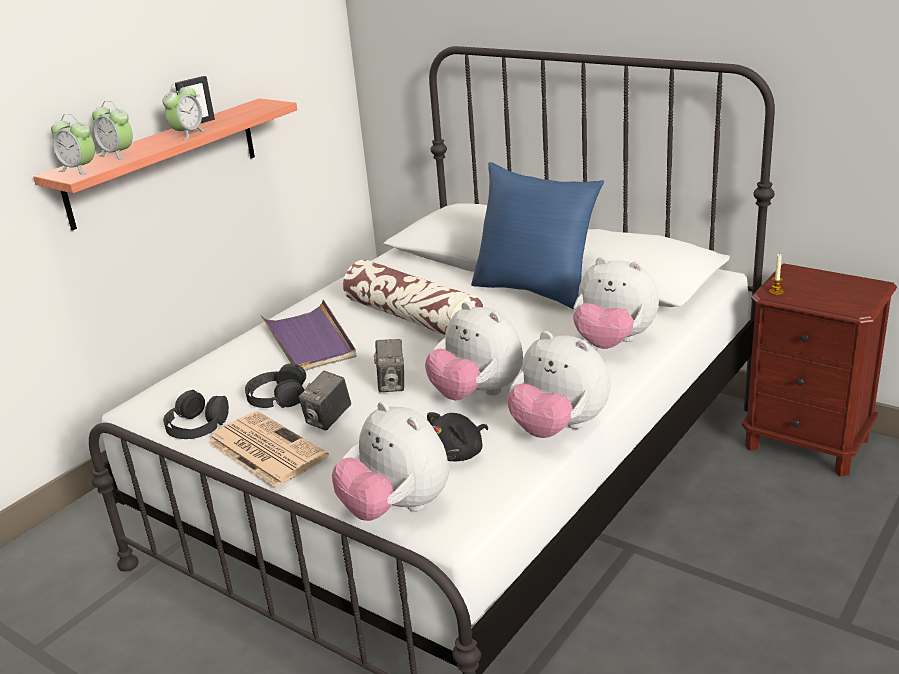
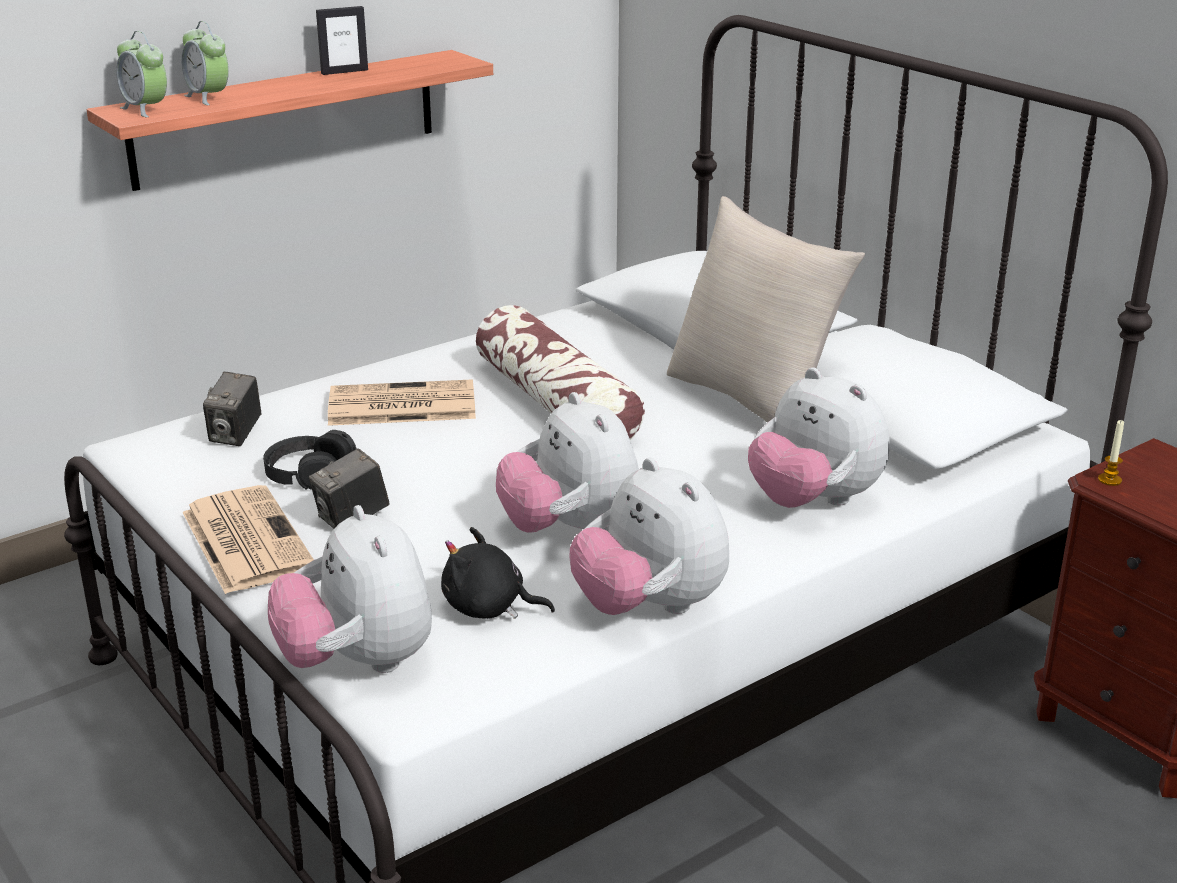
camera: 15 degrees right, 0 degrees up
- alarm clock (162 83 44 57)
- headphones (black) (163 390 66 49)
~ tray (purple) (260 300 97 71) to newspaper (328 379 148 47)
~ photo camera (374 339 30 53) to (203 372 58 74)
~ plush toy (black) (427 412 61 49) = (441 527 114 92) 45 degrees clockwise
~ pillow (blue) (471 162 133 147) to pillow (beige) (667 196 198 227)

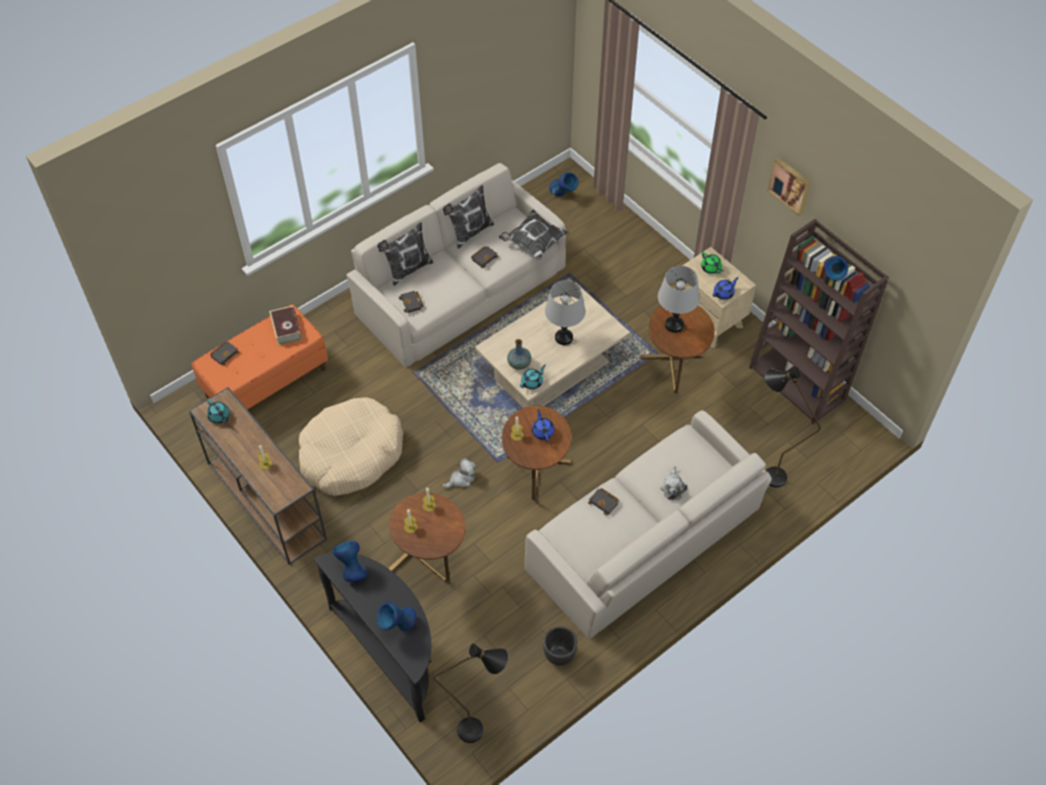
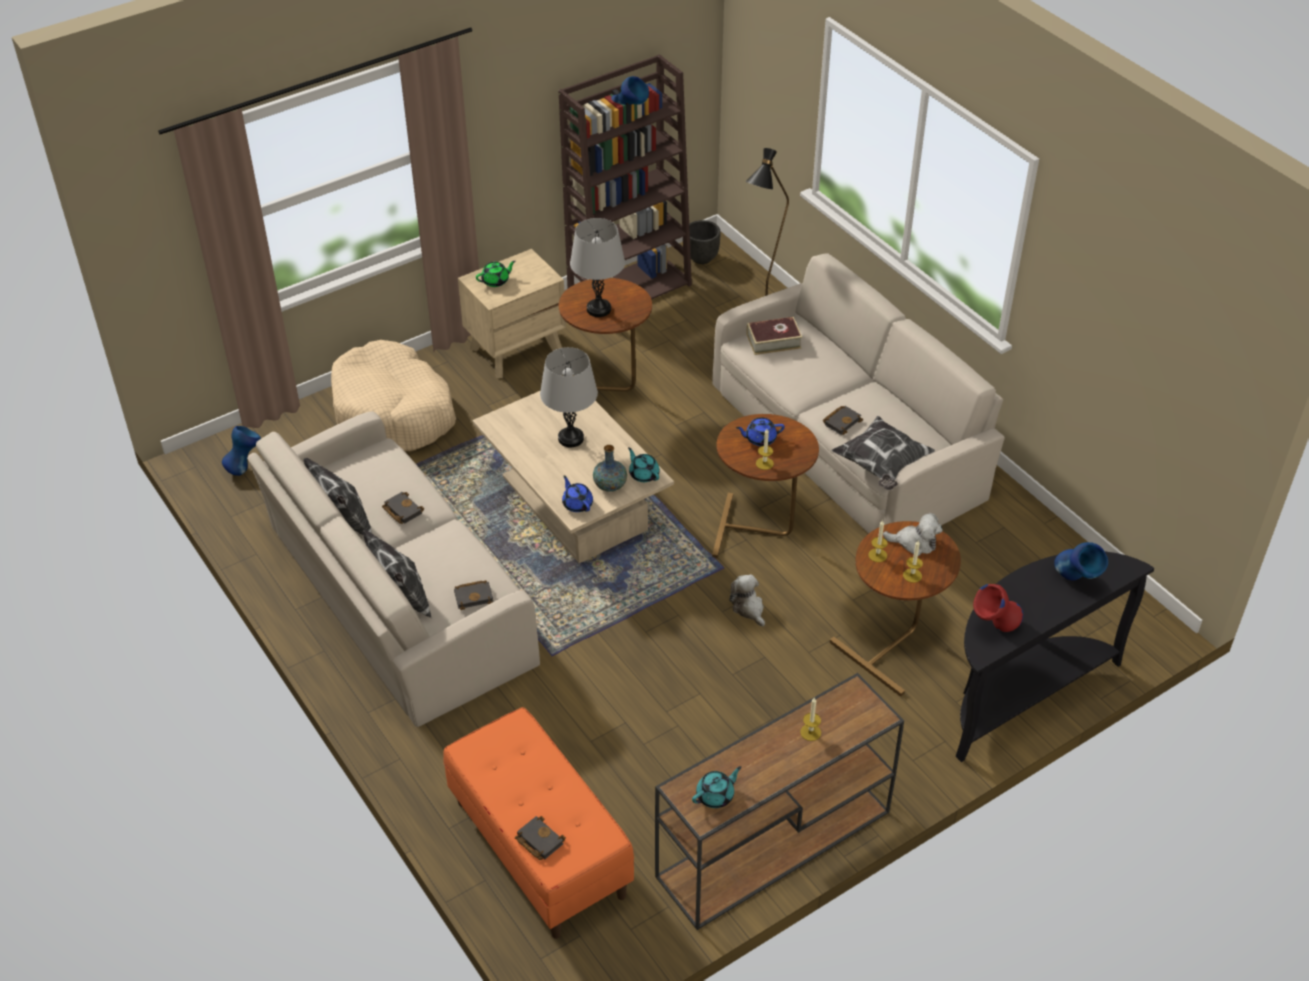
camera: 85 degrees left, 10 degrees down
~ book (269 306 33 39) to (747 317 55 38)
~ dog bed (beige) (299 397 104 99) to (331 340 125 111)
~ vase (blue) (332 541 35 41) to vase (red) (973 584 50 48)
- floor lamp (black) (434 644 74 99)
~ pillow (499 209 71 51) to (831 416 104 74)
~ planter (black) (543 626 34 40) to (689 220 32 44)
~ plush toy (660 466 27 34) to (883 513 60 43)
~ teapot (blue) (713 277 26 23) to (562 475 31 37)
- picture (767 157 44 59)

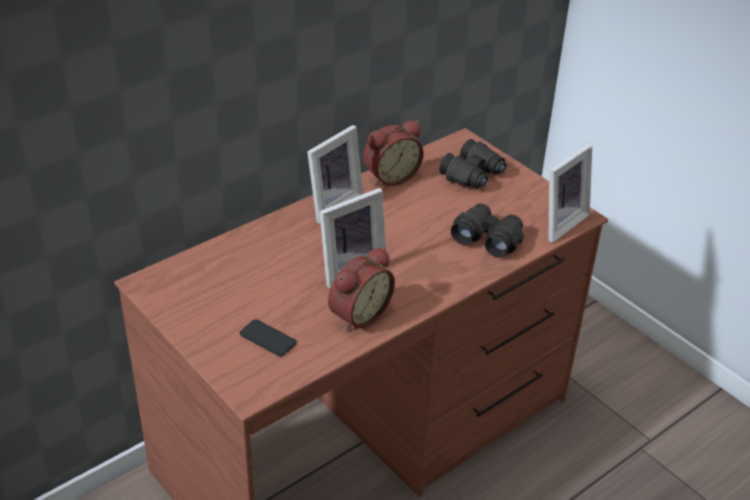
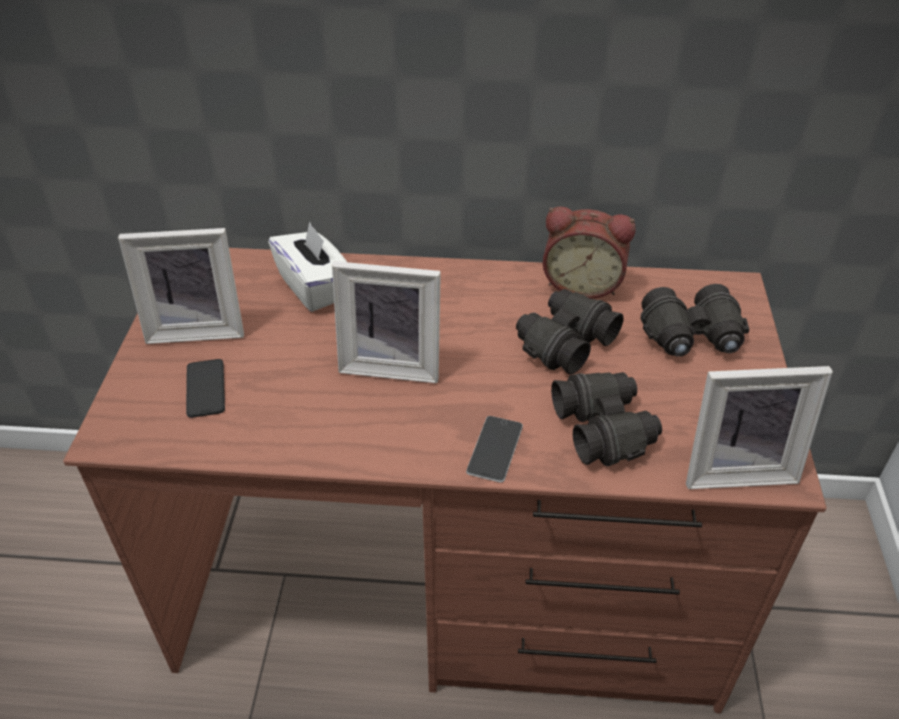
camera: 45 degrees right, 5 degrees up
~ picture frame (307 125 56 99) to (118 228 126 116)
- alarm clock (328 247 67 85)
+ tissue box (white) (268 221 79 91)
+ phone (466 416 57 67)
+ binoculars (black) (516 289 108 85)

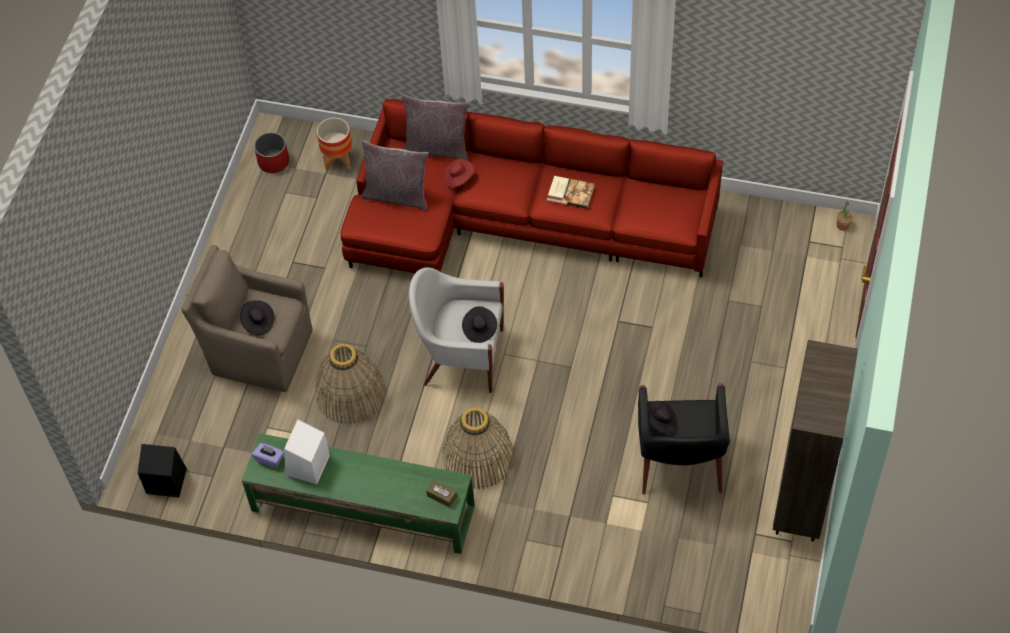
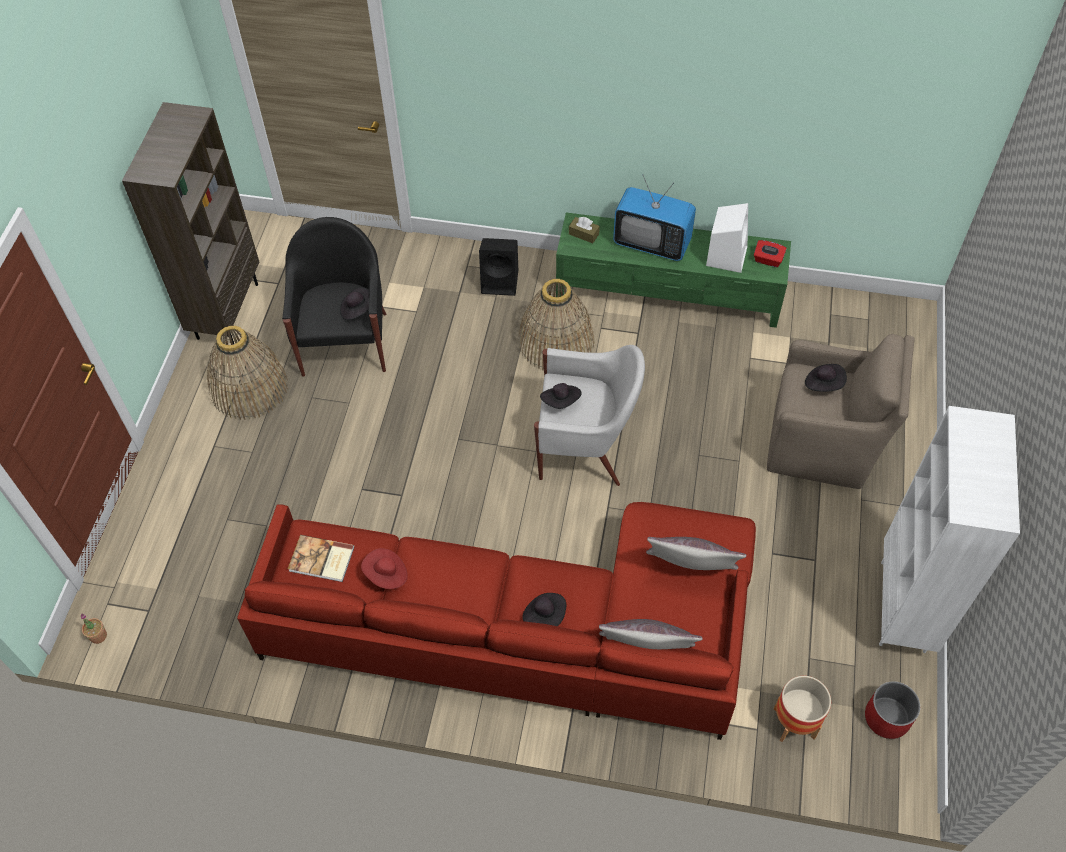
camera: 175 degrees right, 0 degrees up
~ speaker (black) (138 444 49 53) to (479 238 39 58)
~ tissue box (purple) (252 443 32 25) to tissue box (red) (754 240 32 27)
~ basket (316 343 70 81) to (207 326 81 94)
~ hat (red) (443 159 31 29) to (361 548 47 41)
~ book (547 176 48 33) to (288 535 66 47)
+ hat (black) (522 593 44 33)
+ television (613 174 83 87)
+ bookcase (white) (879 406 141 247)

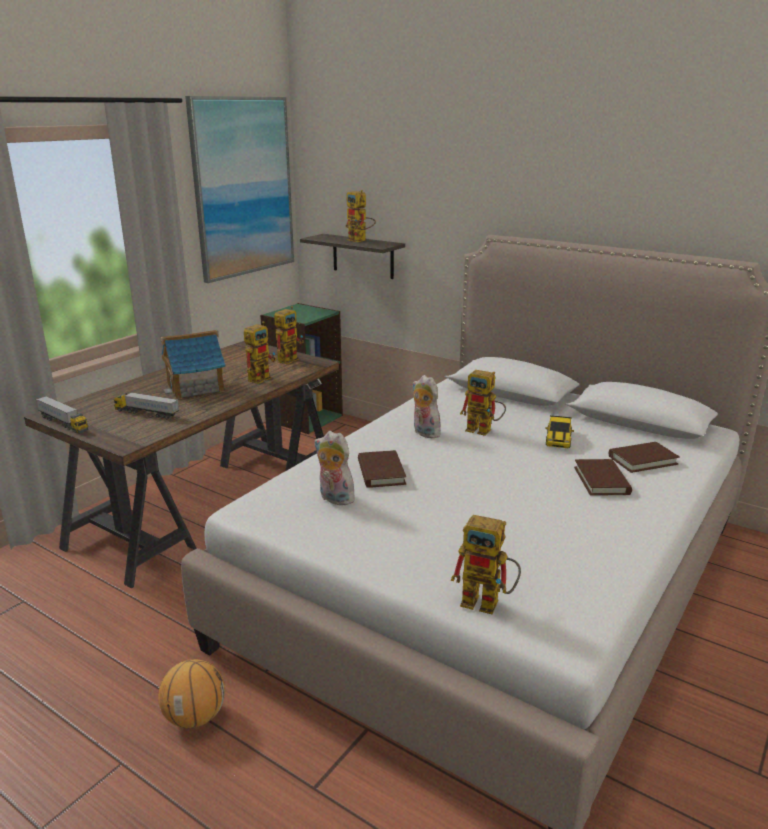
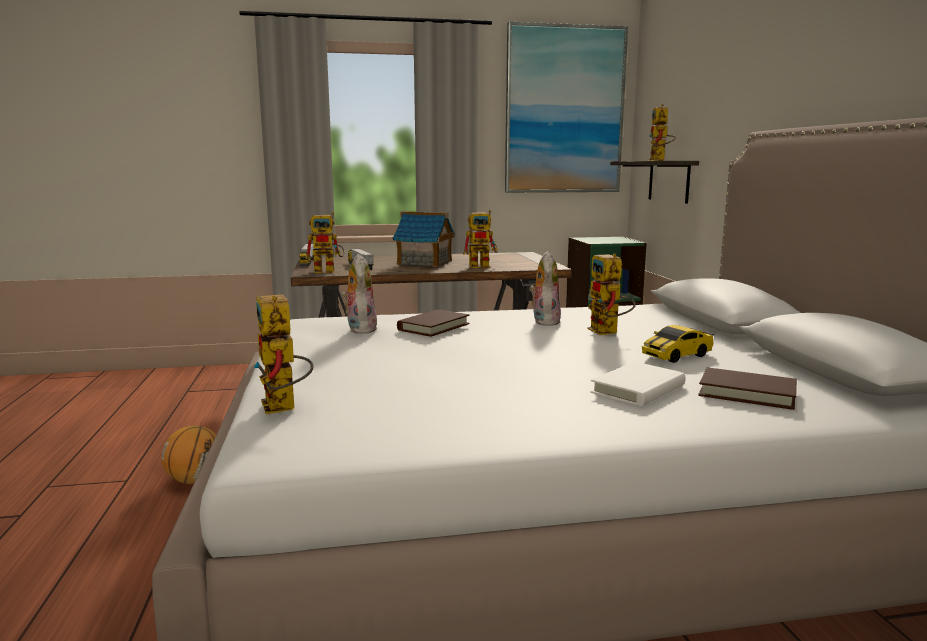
camera: 45 degrees right, 10 degrees down
~ toy robot (274 306 30 58) to (305 212 40 61)
~ book (brown) (574 459 58 37) to book (white) (590 362 96 44)

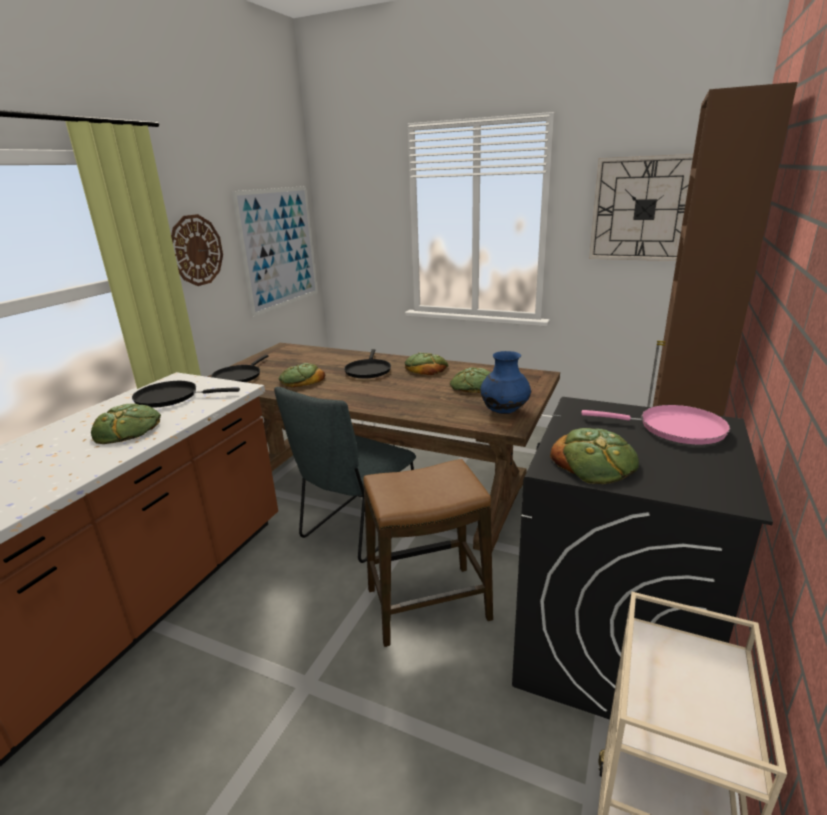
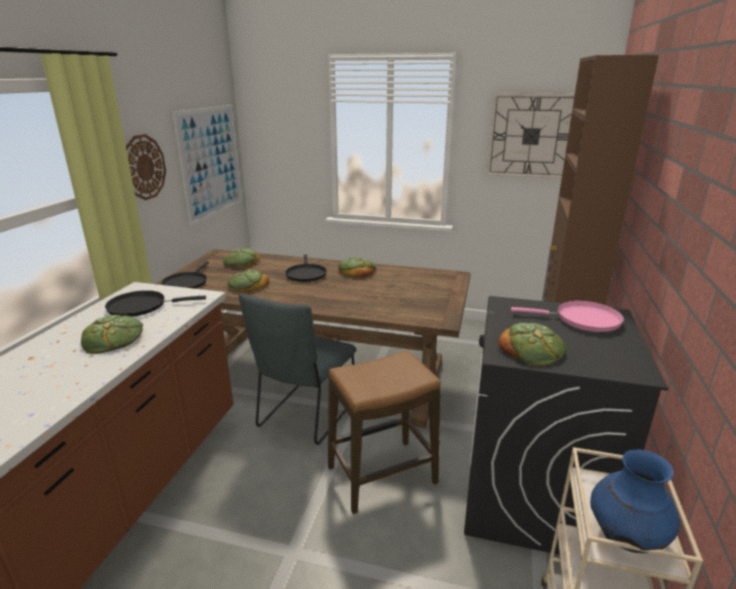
camera: 10 degrees left, 0 degrees up
~ bread (450 367 41 26) to (223 248 36 19)
~ vase (blue) (480 351 51 63) to (590 450 90 103)

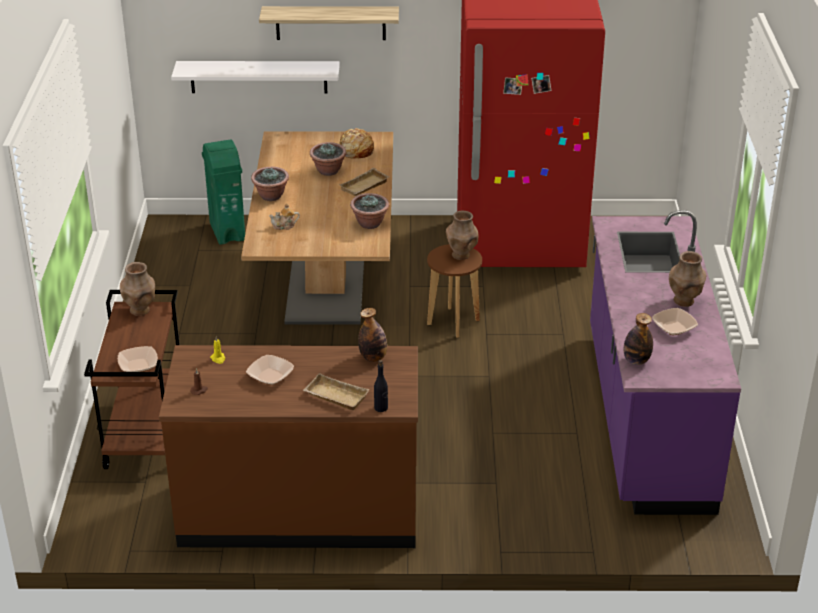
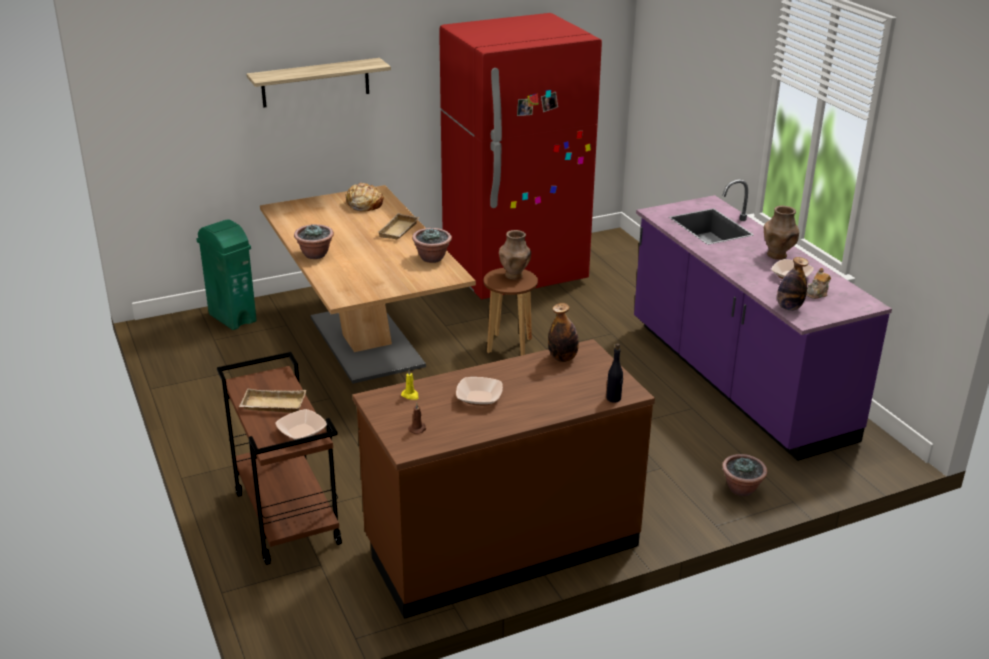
camera: 25 degrees left, 5 degrees down
- vase (brown) (120 262 35 54)
- shelf (white) (171 61 169 32)
~ teapot (269 203 31 27) to (806 268 25 31)
~ tray (beige) (303 373 67 37) to (239 389 67 24)
~ potted plant (310 142 36 34) to (722 454 45 42)

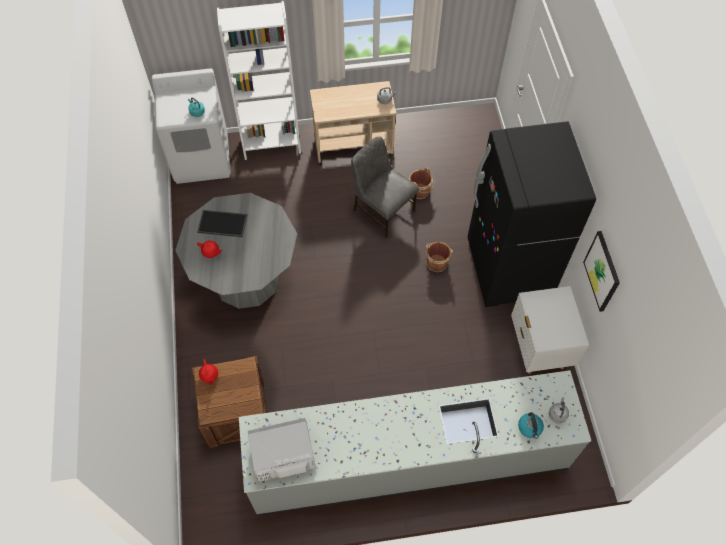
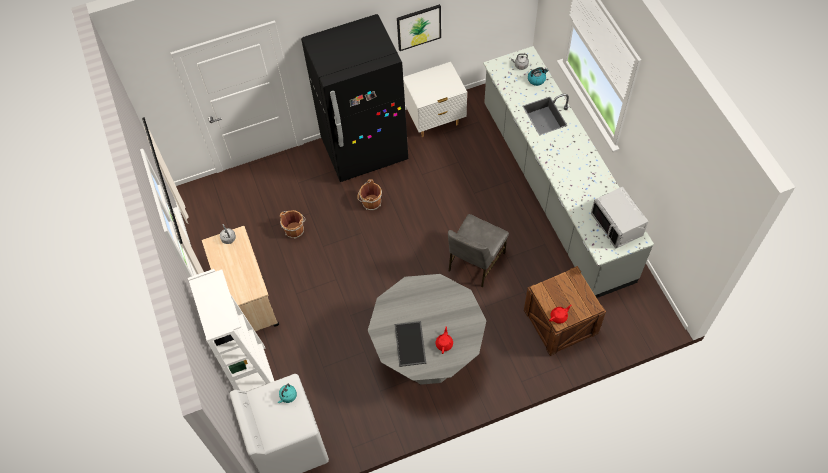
camera: 100 degrees left, 0 degrees up
~ chair (grey) (351 137 68 101) to (448 214 61 74)

